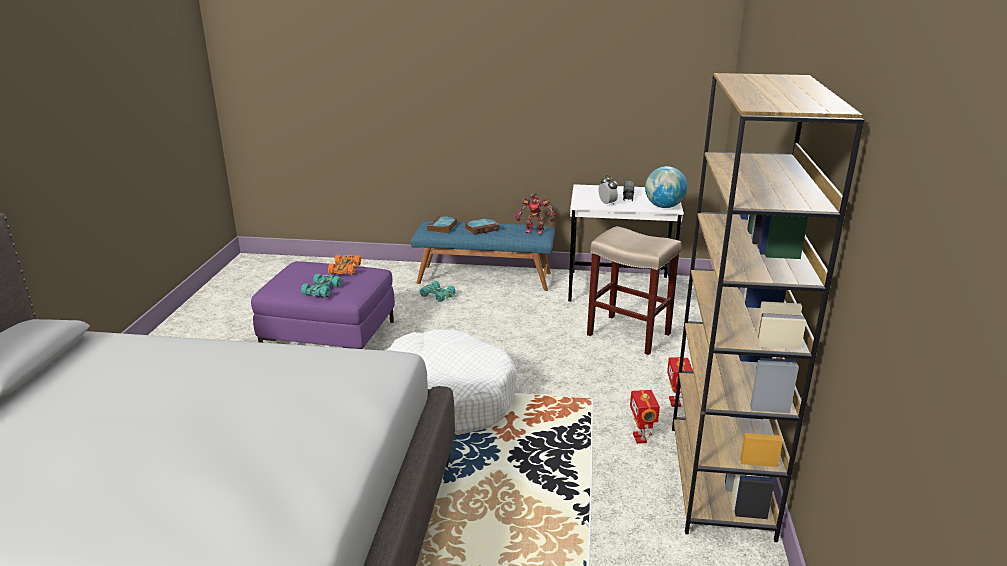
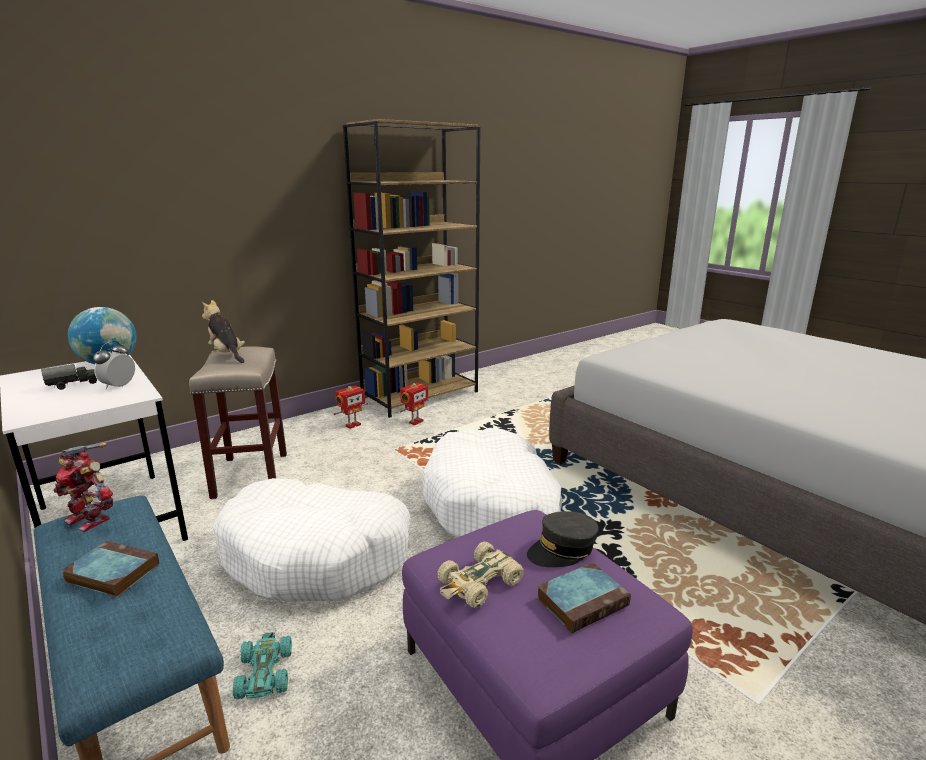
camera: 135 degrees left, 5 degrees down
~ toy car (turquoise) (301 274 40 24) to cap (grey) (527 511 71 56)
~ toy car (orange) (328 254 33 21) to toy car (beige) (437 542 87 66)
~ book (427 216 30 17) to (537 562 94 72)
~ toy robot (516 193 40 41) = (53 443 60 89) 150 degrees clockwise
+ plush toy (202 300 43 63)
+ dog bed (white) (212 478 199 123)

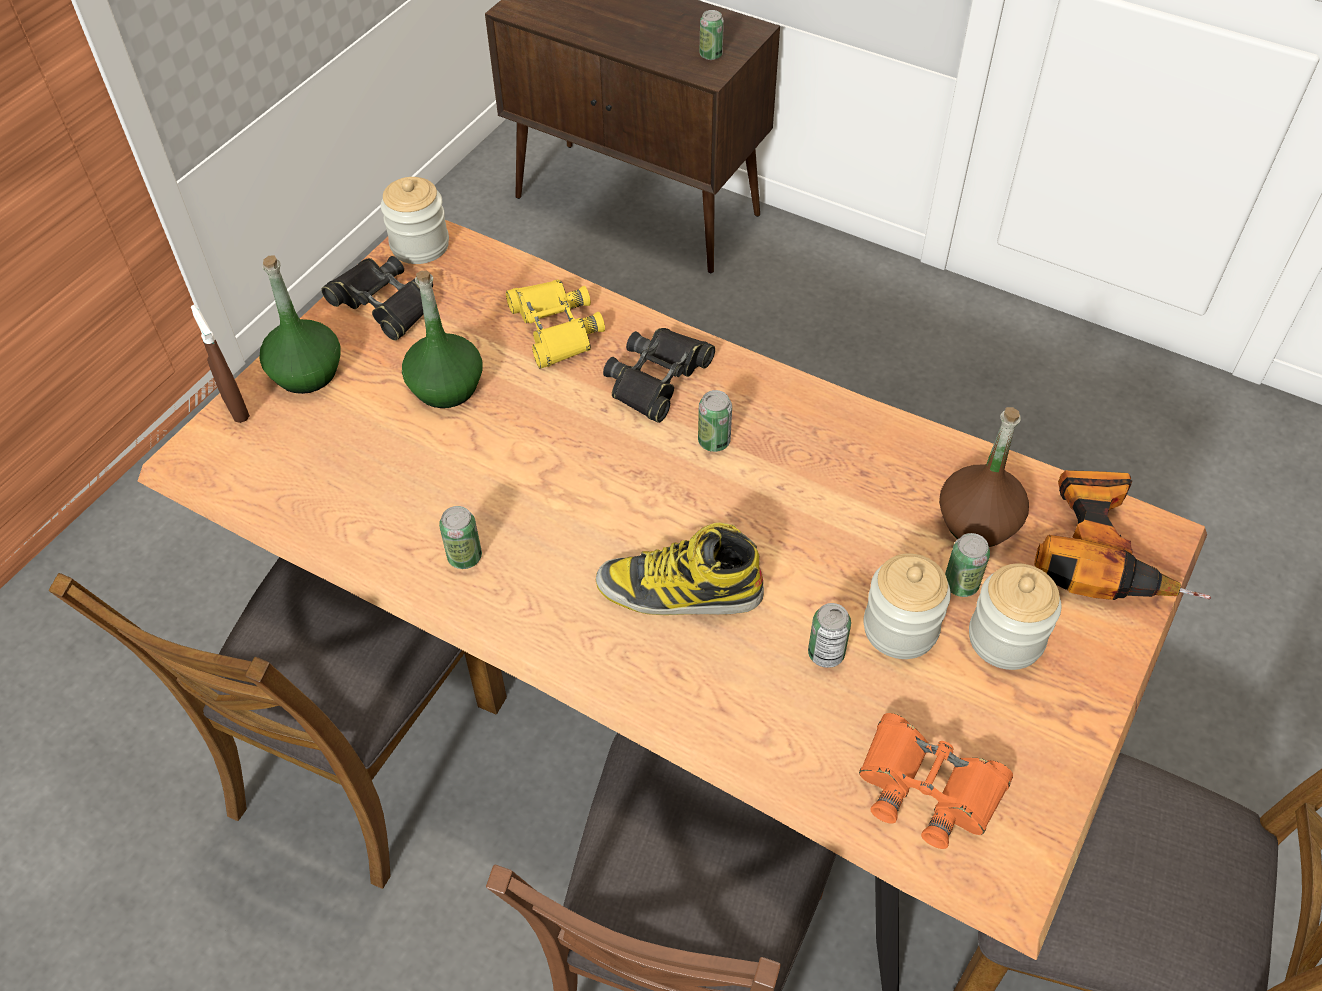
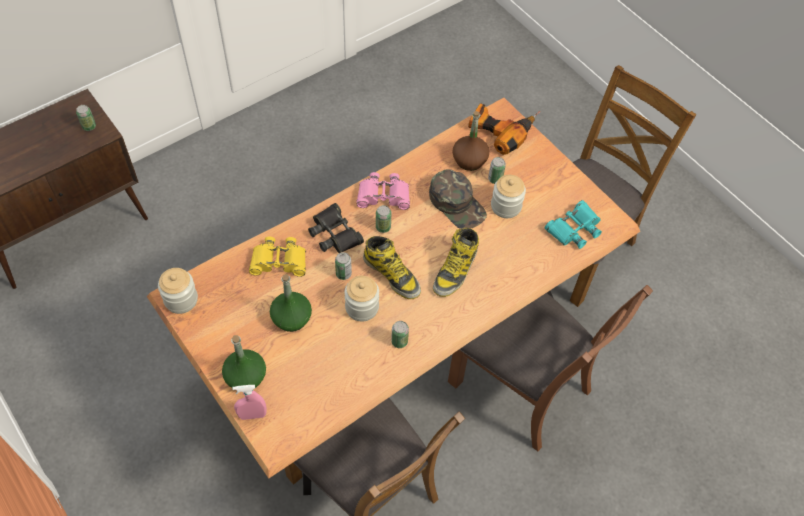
camera: 70 degrees left, 5 degrees up
~ spray bottle (brown) (191 305 59 118) to spray bottle (pink) (232 385 35 35)
- binoculars (black) (322 256 111 85)
~ can (808 603 43 65) to (335 252 17 28)
~ binoculars (orange) (859 713 154 136) to binoculars (turquoise) (544 200 58 49)
~ jar (969 564 92 106) to (344 276 35 45)
+ binoculars (pink) (356 172 54 38)
+ boot (363 236 58 63)
+ cap (green) (429 169 58 60)

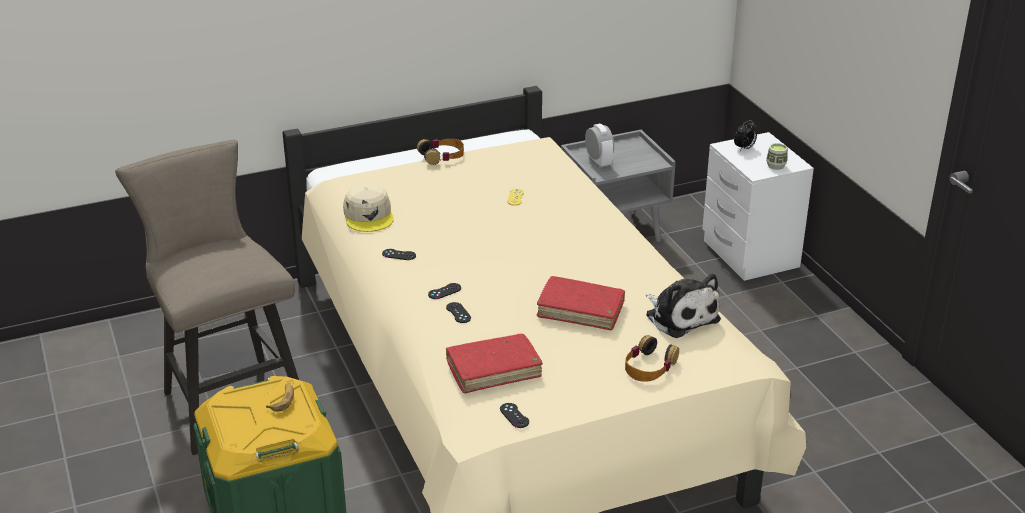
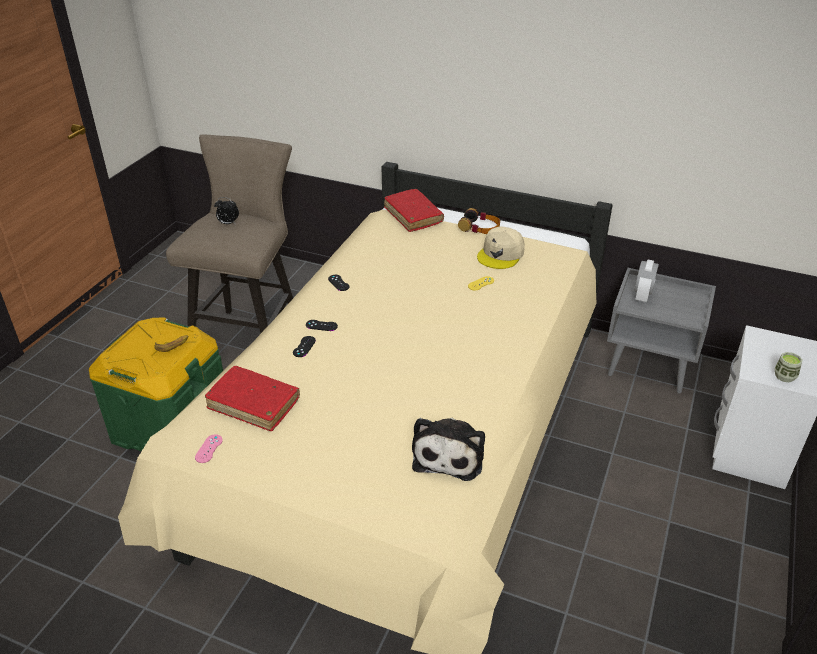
camera: 45 degrees right, 5 degrees up
~ cap (beige) (343 184 50 48) to (477 227 48 42)
~ game controller (black) (500 403 29 25) to game controller (pink) (195 434 28 29)
~ book (red) (537 276 88 54) to (384 189 60 43)
- headphones (625 335 54 47)
~ alarm clock (734 120 23 31) to (214 197 25 27)

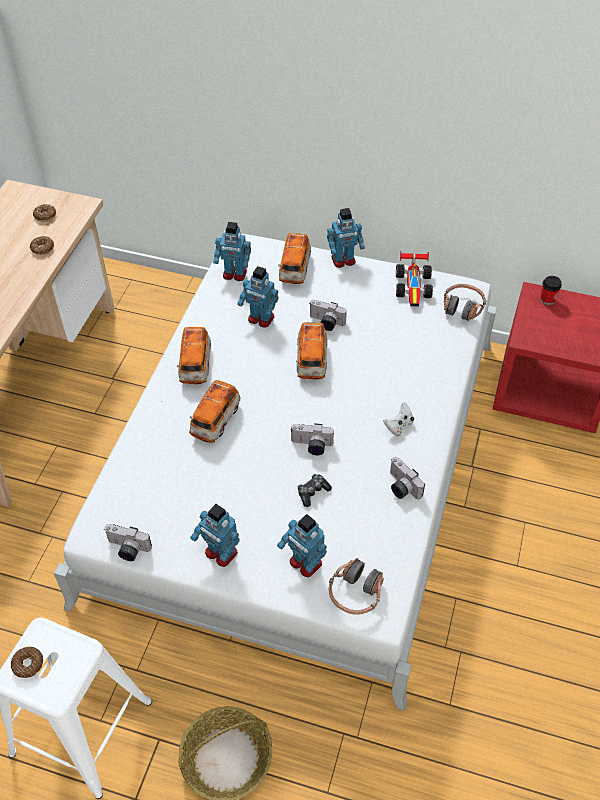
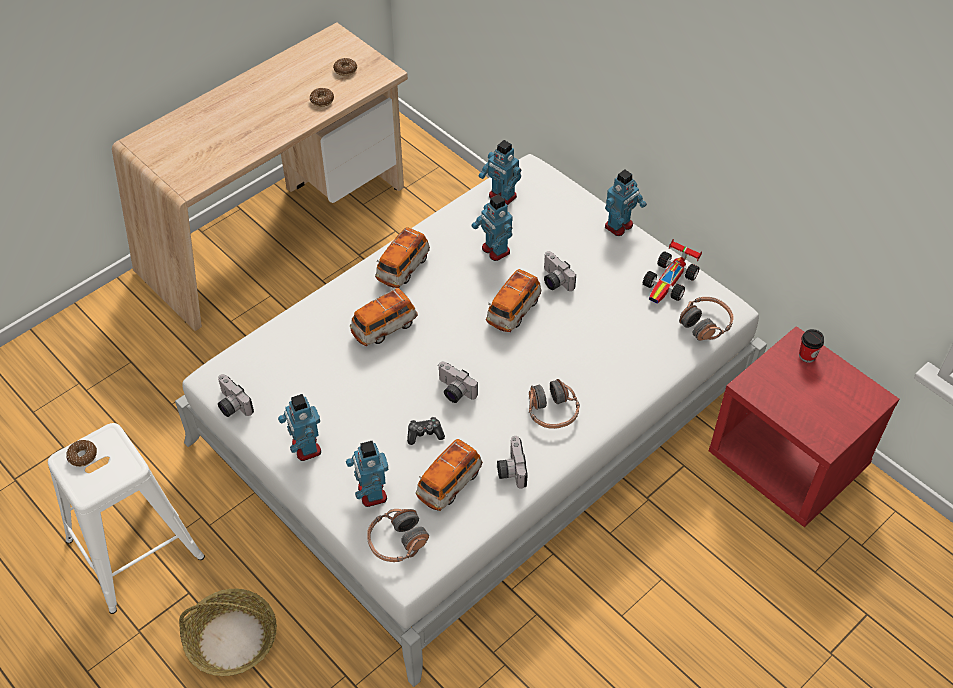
camera: 30 degrees right, 0 degrees up
~ toy car (278 233 33 51) to (416 439 67 72)
~ toy robot (327 208 38 60) = (605 170 42 66) 60 degrees counterclockwise
~ game controller (white) (383 402 31 34) to headphones (529 379 51 50)

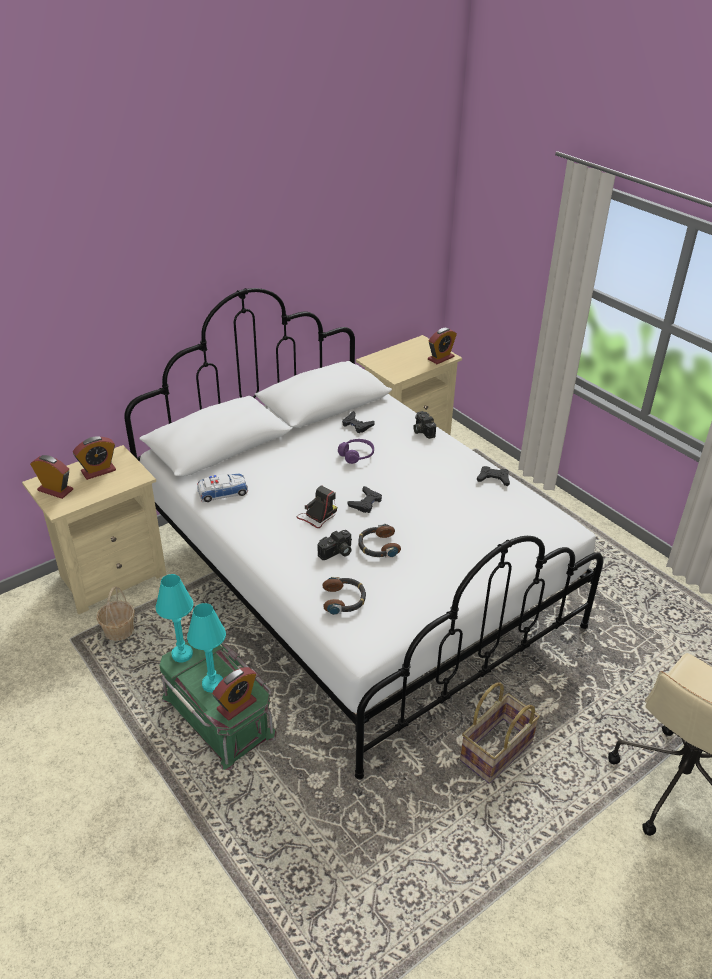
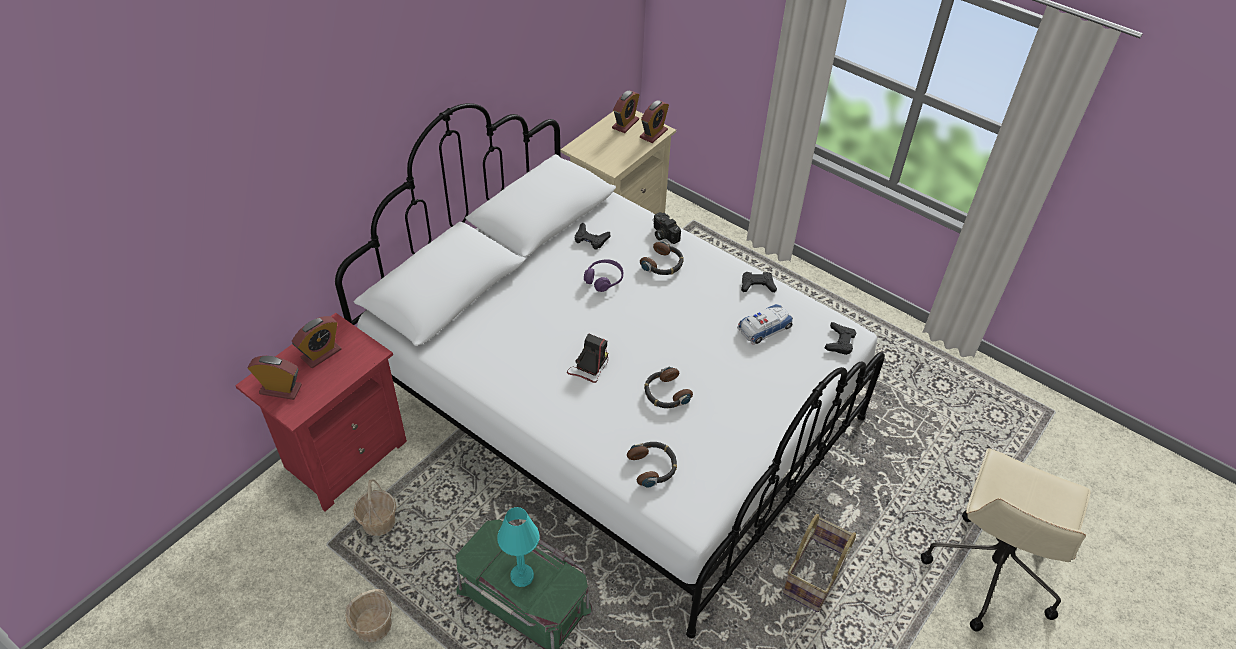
camera: 15 degrees left, 10 degrees up
~ nightstand (beige) (22 445 144 169) to nightstand (red) (235 313 172 198)
- table lamp (turquoise) (156 574 38 88)
~ toy car (197 474 51 28) to (737 304 56 41)
~ alarm clock (212 667 45 54) to (612 91 27 42)
- photo camera (318 530 34 30)
~ game controller (black) (347 486 35 27) to (825 322 31 33)
+ basket (345 589 47 53)
+ headphones (640 241 44 34)

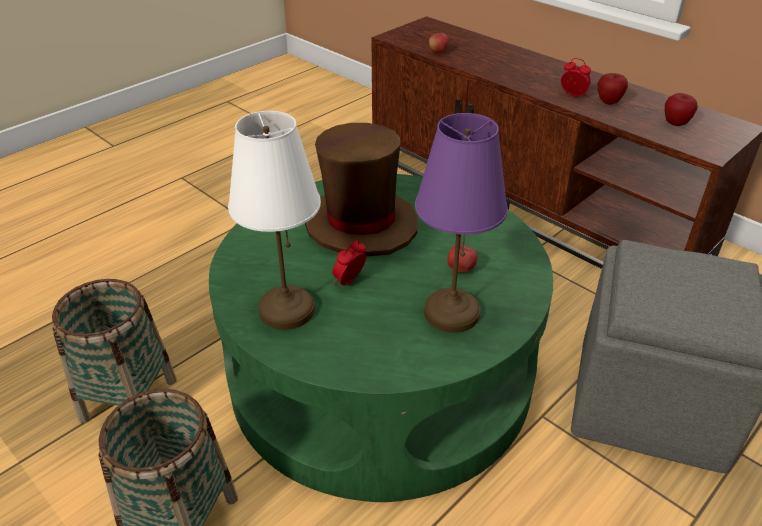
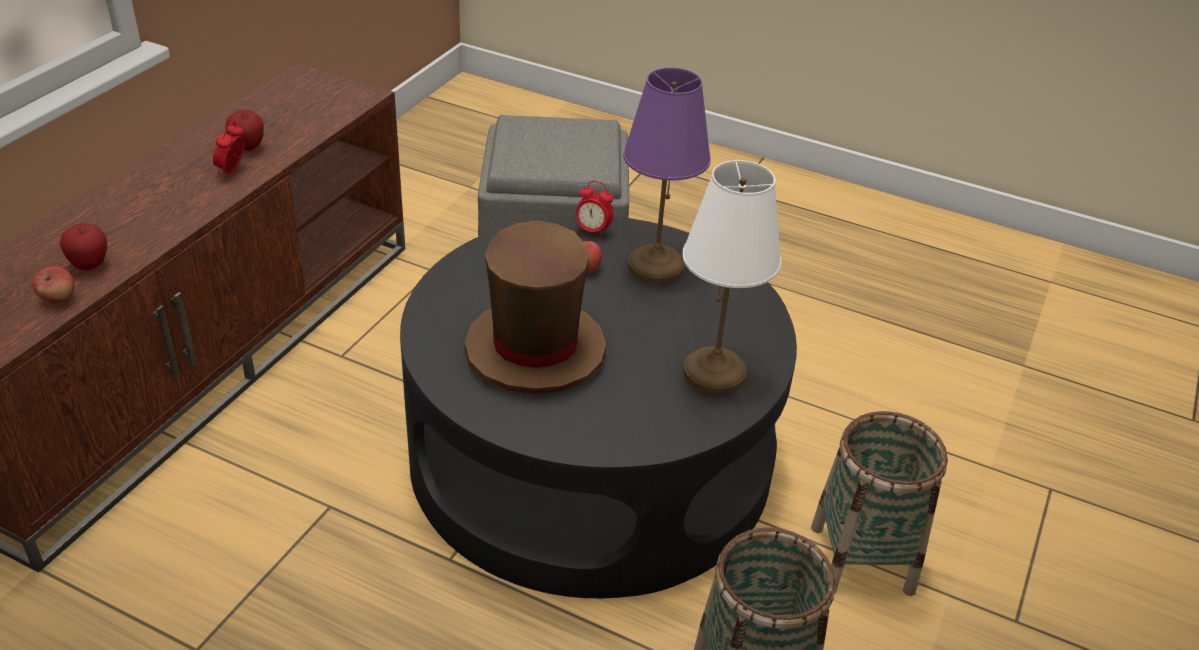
camera: 110 degrees left, 0 degrees up
~ coffee table (green) (209 174 344 328) to coffee table (black) (400 216 397 382)
~ alarm clock (332 240 34 45) to (575 181 39 58)
~ apple (665 93 33 33) to (60 223 47 47)

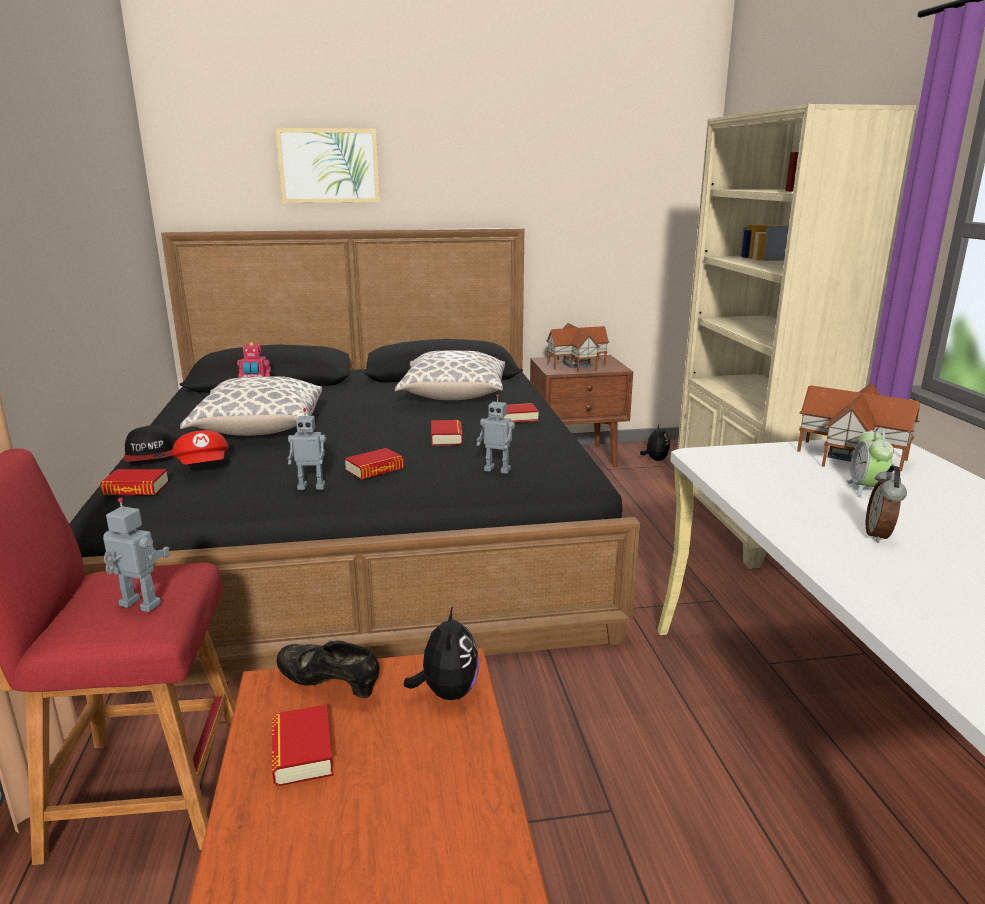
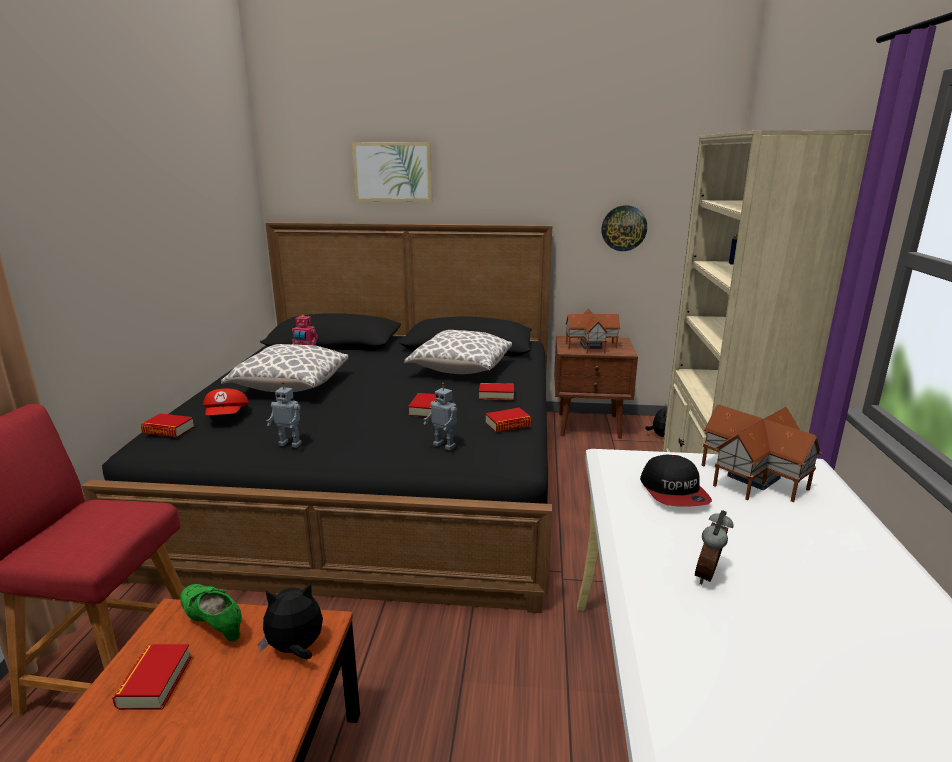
camera: 15 degrees right, 0 degrees up
- toy robot (103 498 68 114)
~ cap (123 426 51 36) to (640 455 72 51)
~ shoe (black) (277 640 103 58) to shoe (green) (180 584 62 58)
~ book (344 448 60 32) to (485 408 47 25)
~ plush toy (404 606 76 94) = (258 583 65 76) 120 degrees counterclockwise
- alarm clock (847 427 47 71)
+ wall clock (601 205 46 46)

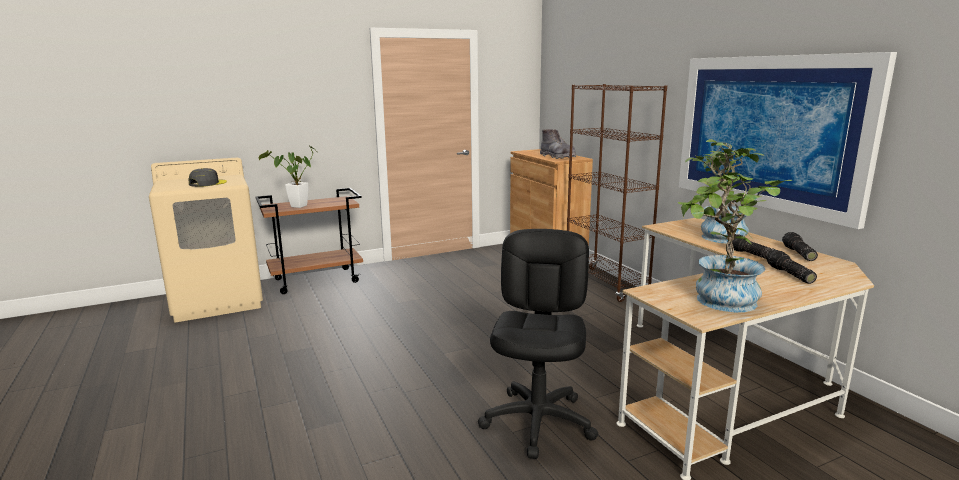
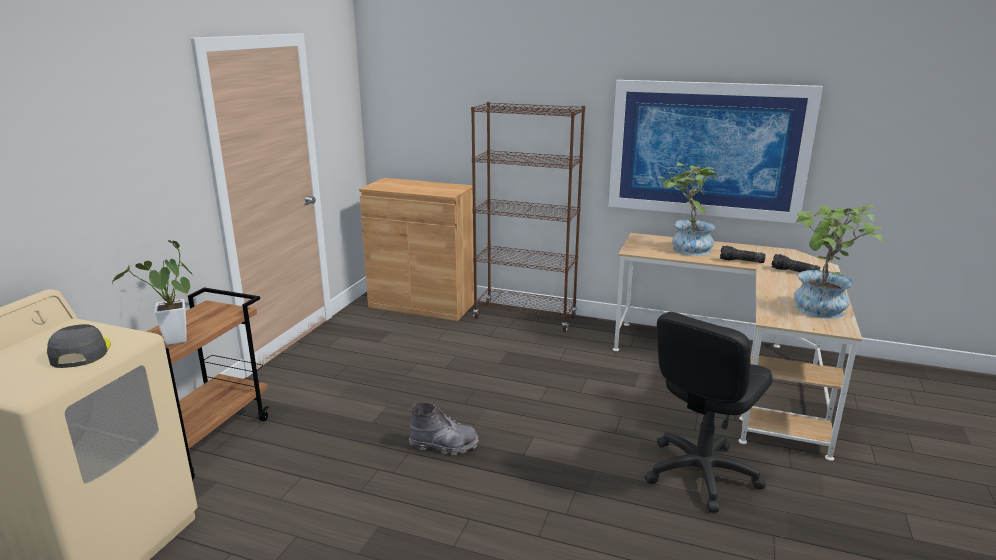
camera: 45 degrees left, 5 degrees up
~ office chair (black) (478 229 120 230) = (645 312 128 201) 105 degrees counterclockwise
~ boot (grey) (540 129 36 30) to (409 402 70 53)
- flashlight (782 232 36 29)

